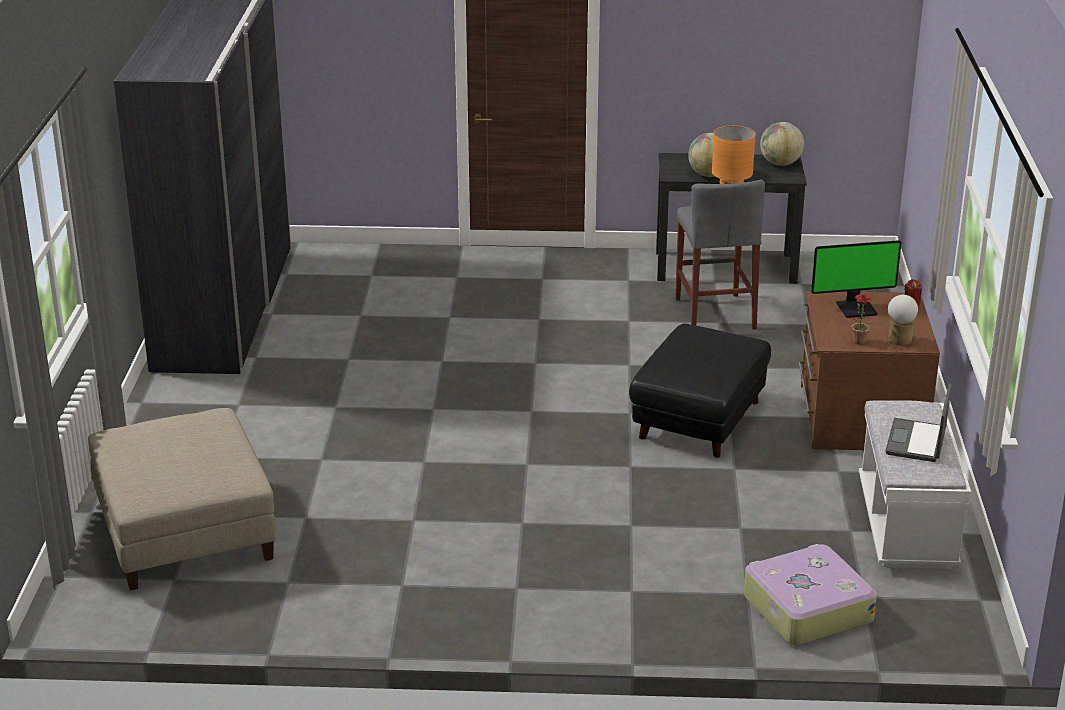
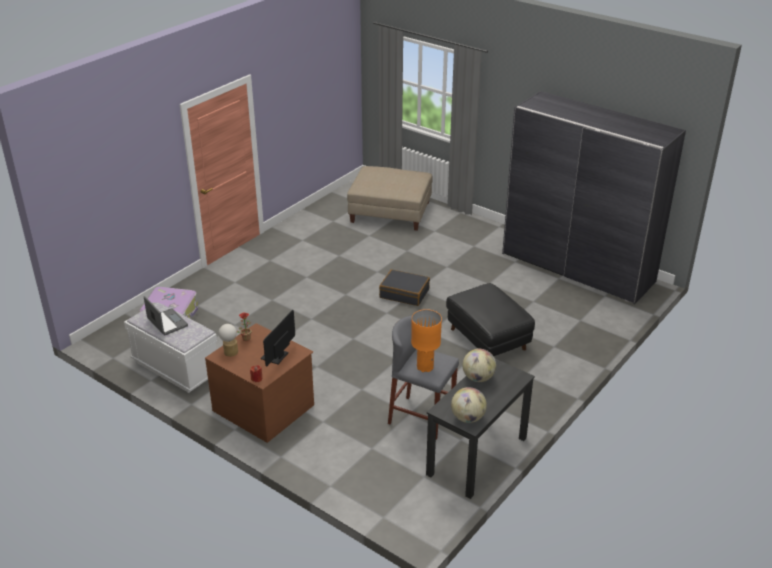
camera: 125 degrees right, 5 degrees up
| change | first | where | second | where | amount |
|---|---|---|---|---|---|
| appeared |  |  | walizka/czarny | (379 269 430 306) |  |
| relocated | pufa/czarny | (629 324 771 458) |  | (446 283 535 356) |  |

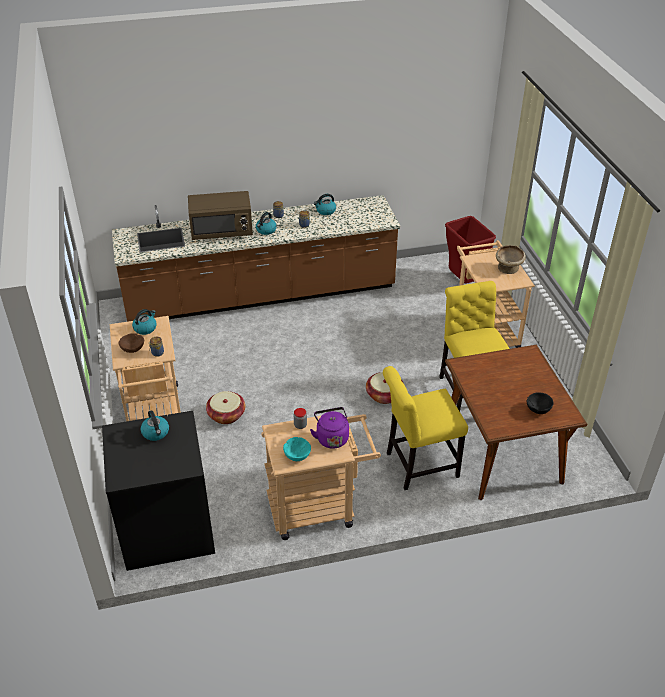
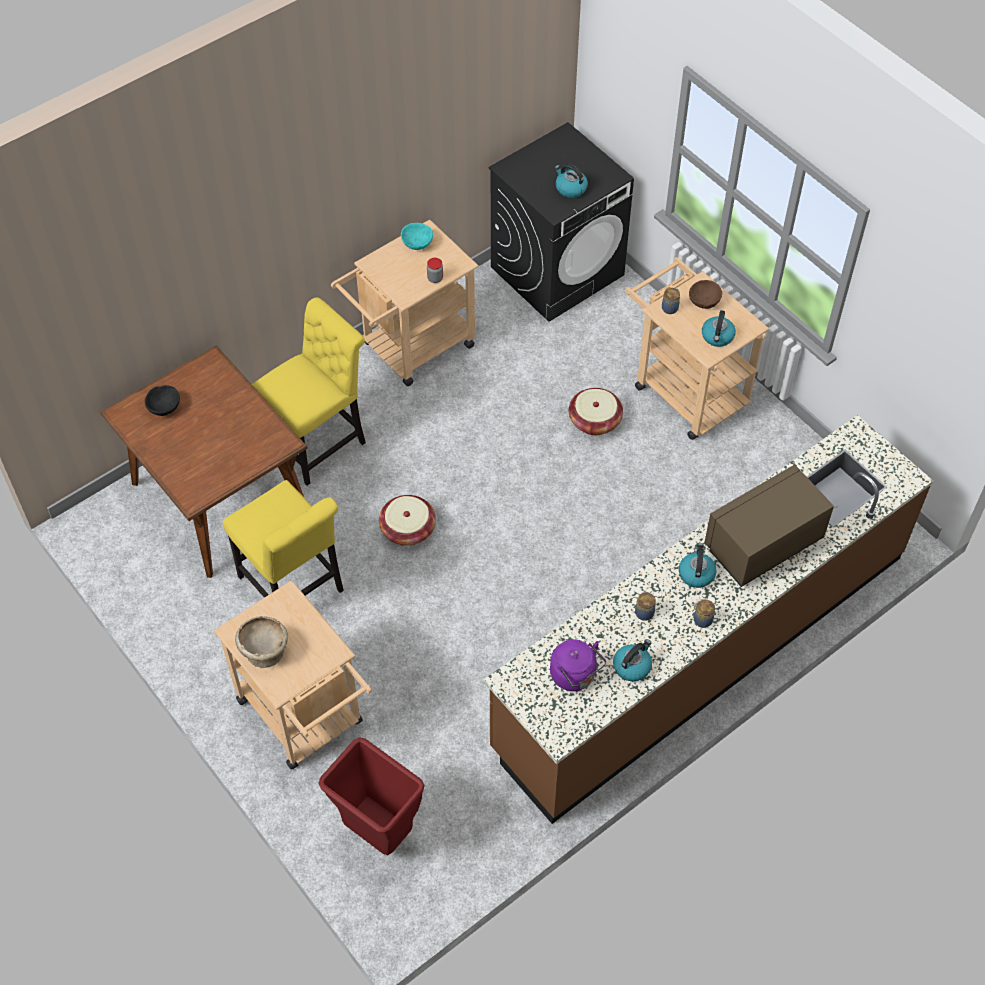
camera: 155 degrees right, 15 degrees up
| change | first | where | second | where | amount |
|---|---|---|---|---|---|
| relocated | czajnik/fioletowy | (310 407 349 449) |  | (550 639 606 691) |  |

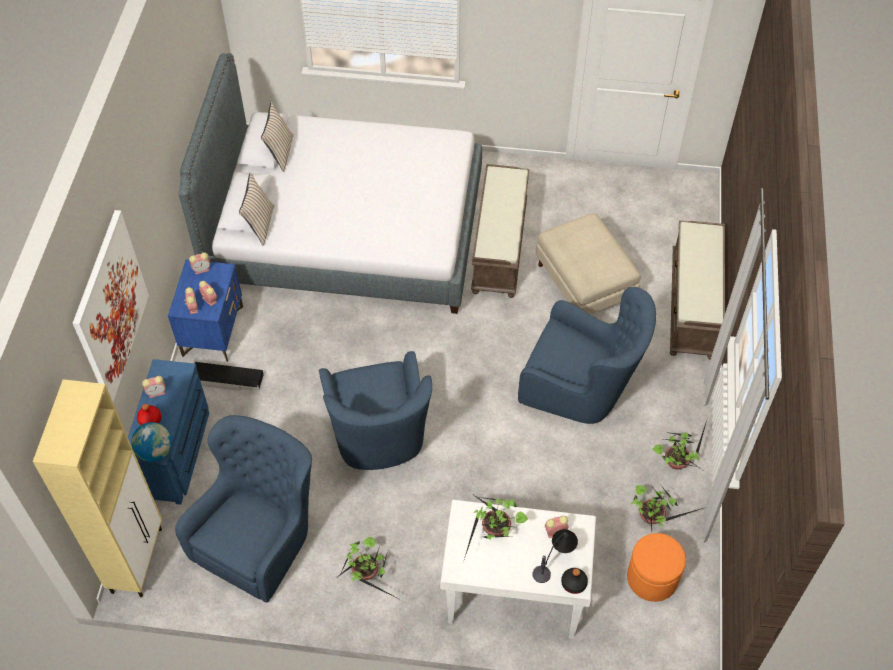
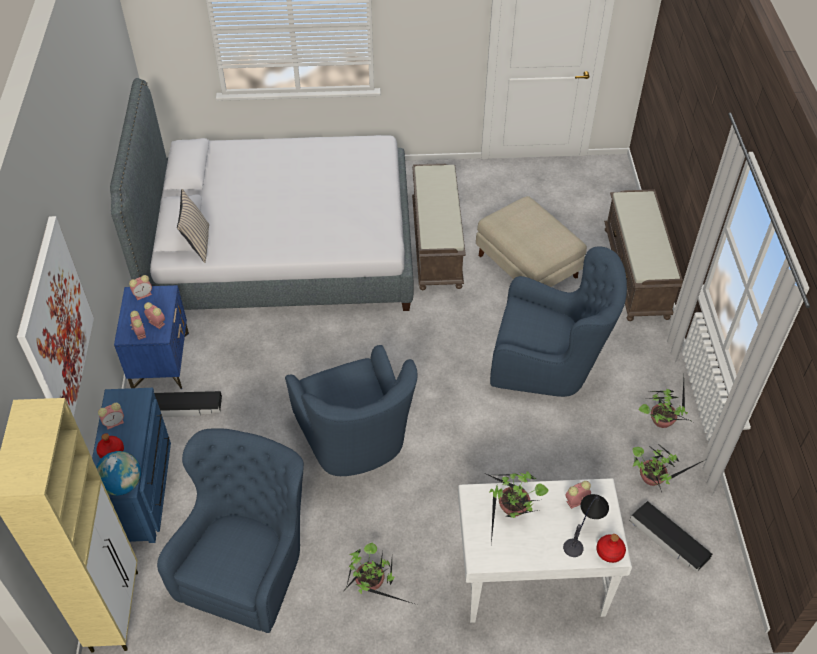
camera: 10 degrees left, 5 degrees down
| change | first | where | second | where | amount |
|---|---|---|---|---|---|
| missing | poduszka/beżowy | (261 102 294 172) |  |  |  |
| exchanged | pufa/pomarańczowy | (627 533 686 602) | pojemnik do przechowywania/czarny | (630 501 712 572) |  |
| colour | butelka/czarny | (561 568 588 594) | butelka/czerwony | (596 534 626 563) |  |

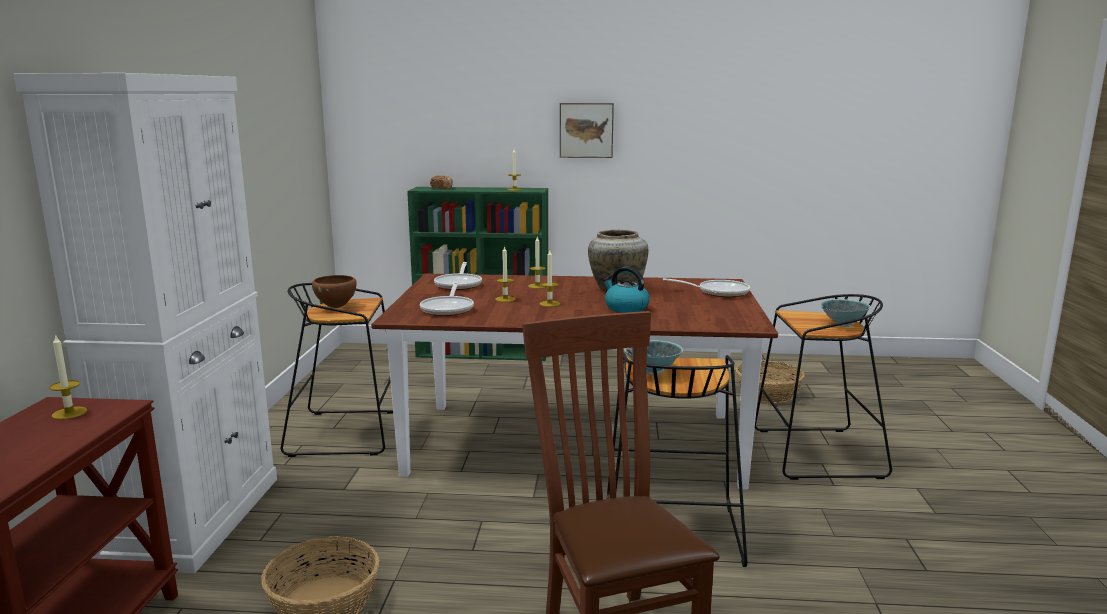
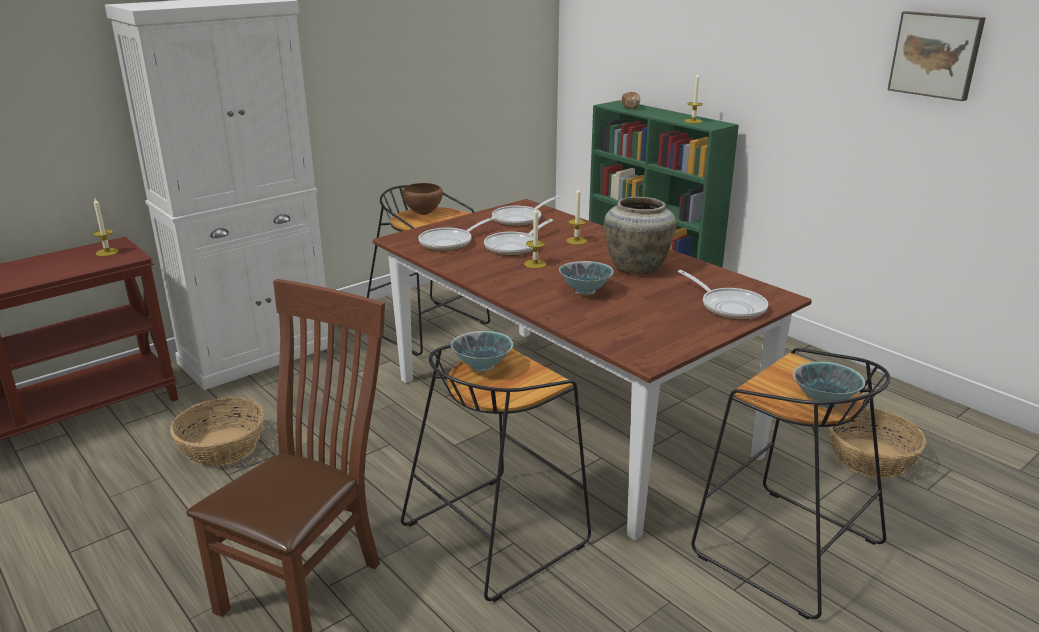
camera: 45 degrees right, 10 degrees up
| change | first | where | second | where | amount |
|---|---|---|---|---|---|
| relocated | obraz | (560 103 614 158) |  | (888 11 986 101) |  |
| exchanged | świeca | (495 246 515 302) | patelnia | (484 219 553 256) |  |
| exchanged | czajnik | (603 266 650 313) | miska | (559 261 613 295) |  |

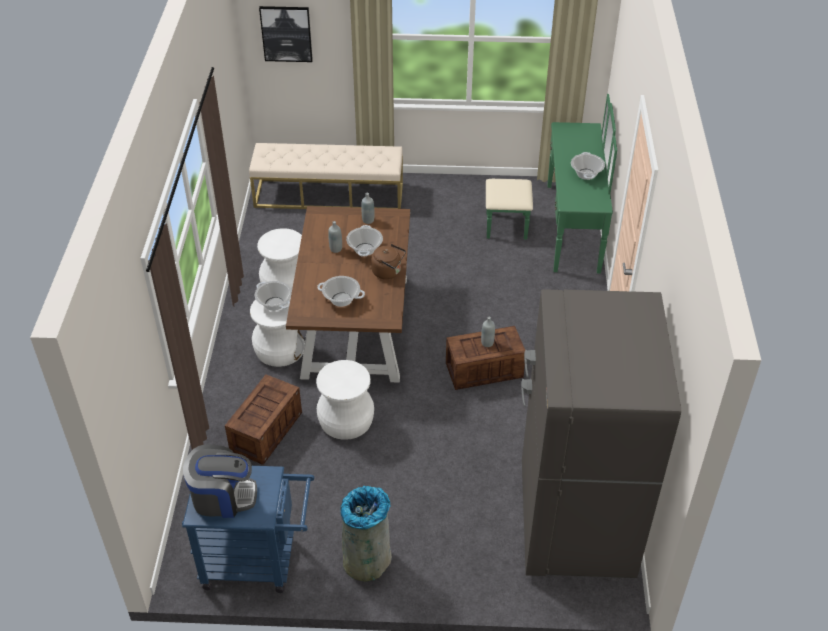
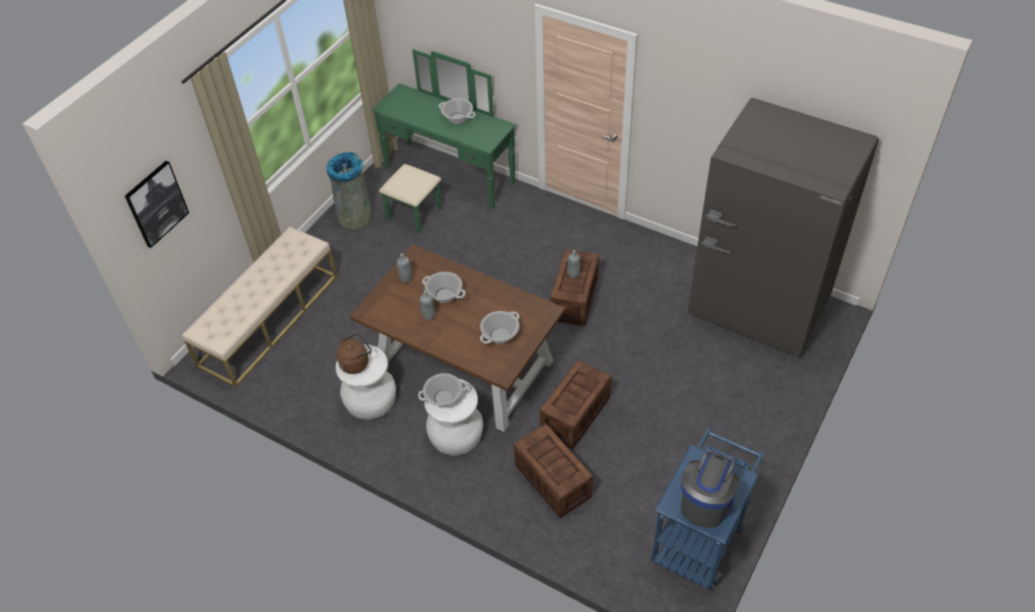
camera: 60 degrees left, 5 degrees up
| change | first | where | second | where | amount |
|---|---|---|---|---|---|
| relocated | kosz na śmieci/szary | (340 486 392 582) |  | (326 152 373 230) |  |
| relocated | czajnik/brązowy | (371 244 406 279) |  | (336 334 372 374) |  |
| exchanged | stołek/biały | (316 360 374 440) | skrzynka | (540 360 611 449) |  |

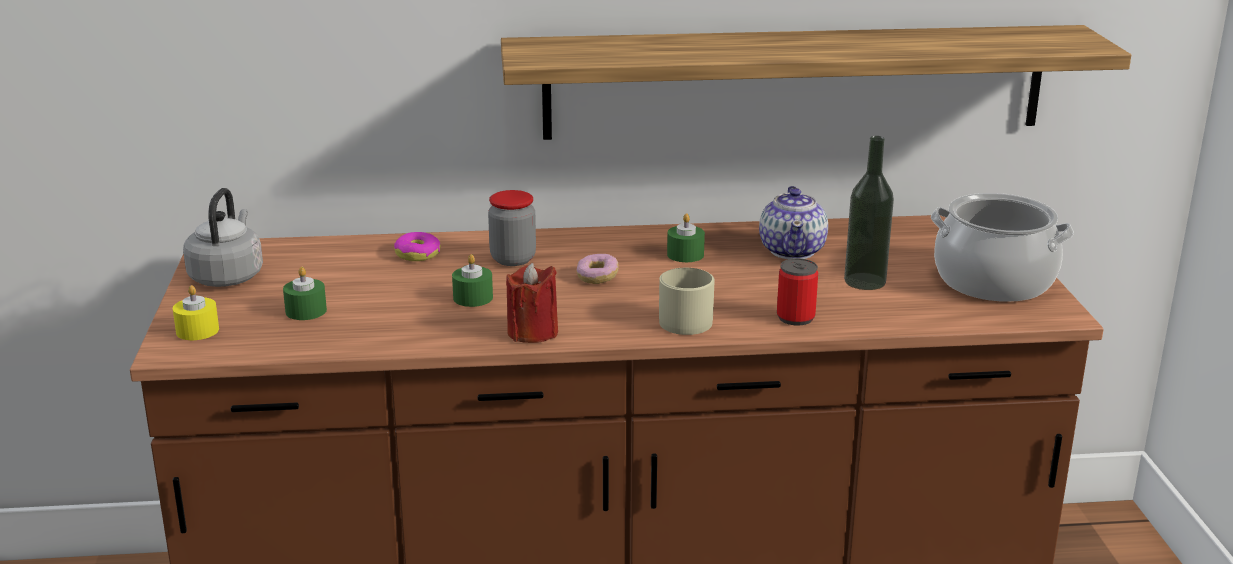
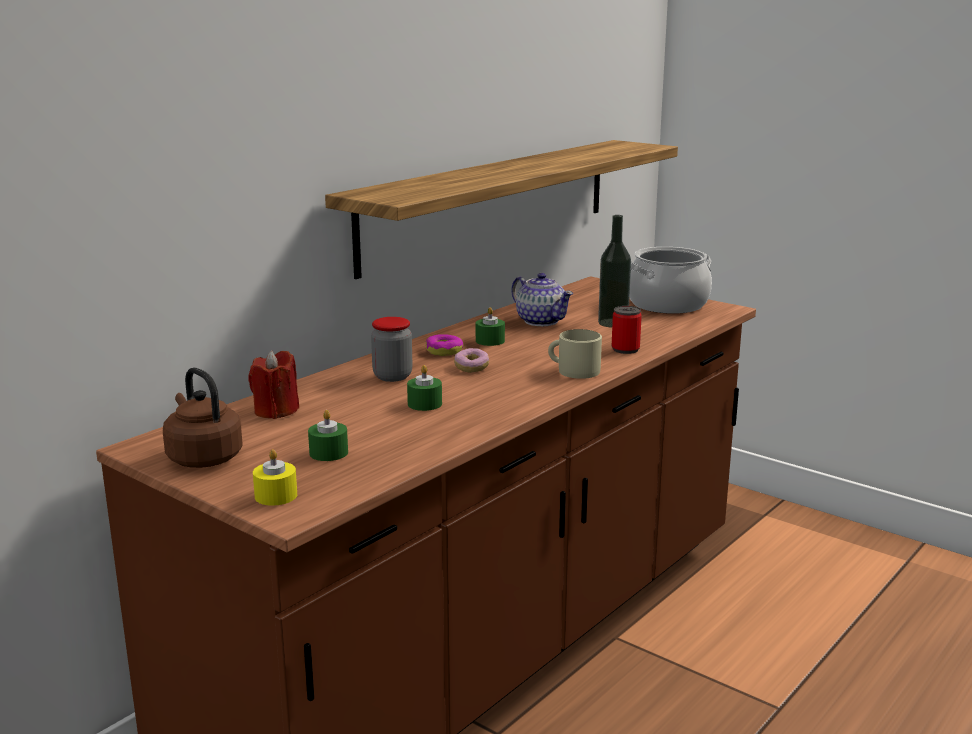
camera: 45 degrees left, 5 degrees down
| change | first | where | second | where | amount |
|---|---|---|---|---|---|
| relocated | donut | (394 232 441 261) |  | (426 334 463 356) |  |
| relocated | świeca/czerwony | (506 262 558 343) |  | (248 350 299 419) |  |
| colour | czajnik/szary | (183 188 263 287) | czajnik/brązowy | (163 367 243 468) |  |

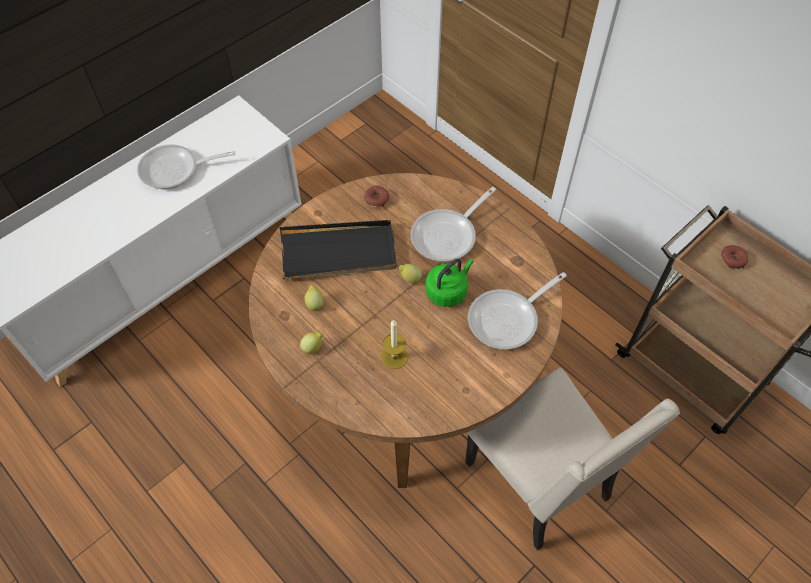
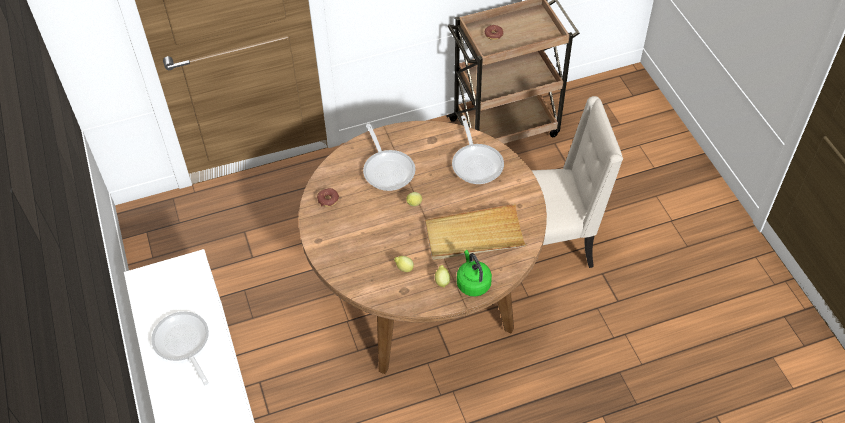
camera: 65 degrees left, 5 degrees down
| change | first | where | second | where | amount |
|---|---|---|---|---|---|
| missing | taca/czarny | (280 220 397 279) |  |  |  |
| relocated | czajnik/zielony | (426 258 474 307) |  | (457 250 492 297) |  |
| exchanged | świeca | (381 319 408 369) | taca/beżowy | (425 204 527 260) |  |
| spun | patelnia | (137 144 235 189) |  | (151 311 209 385) | 135 degrees clockwise |

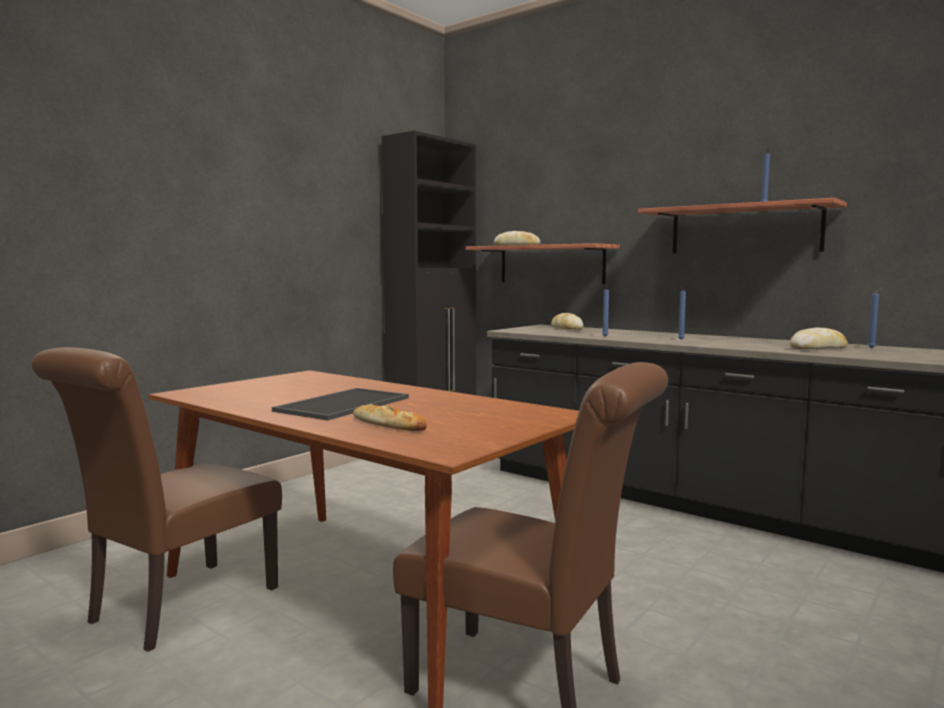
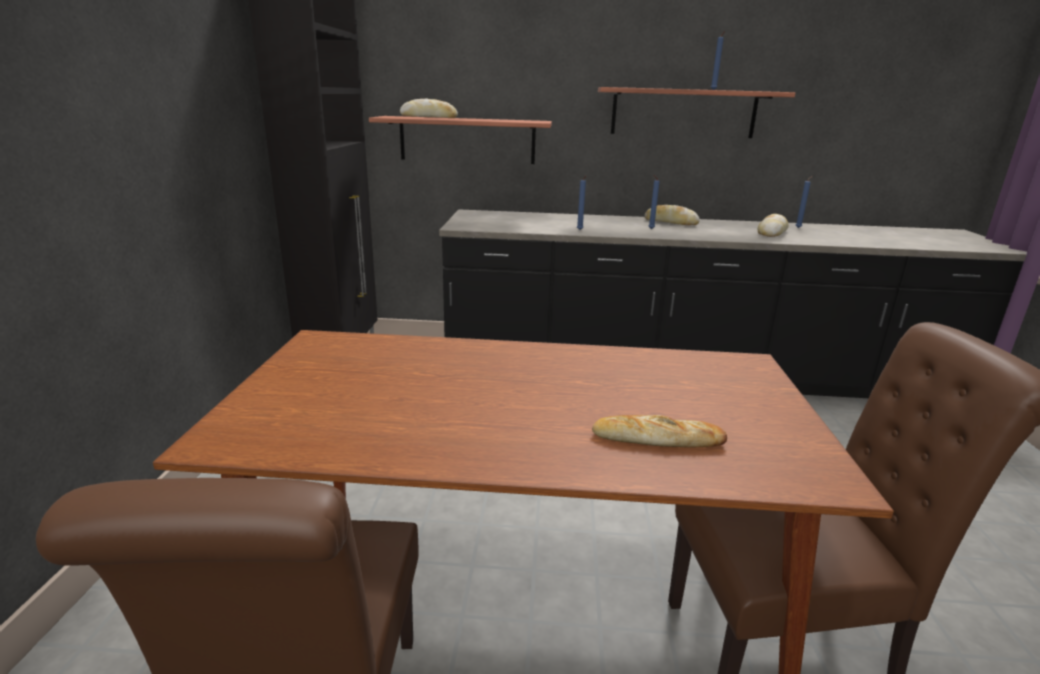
camera: 35 degrees left, 15 degrees up
| change | first | where | second | where | amount |
|---|---|---|---|---|---|
| missing | taca | (272 388 409 420) |  |  |  |
| relocated | chleb | (551 313 583 330) |  | (644 205 700 225) |  |

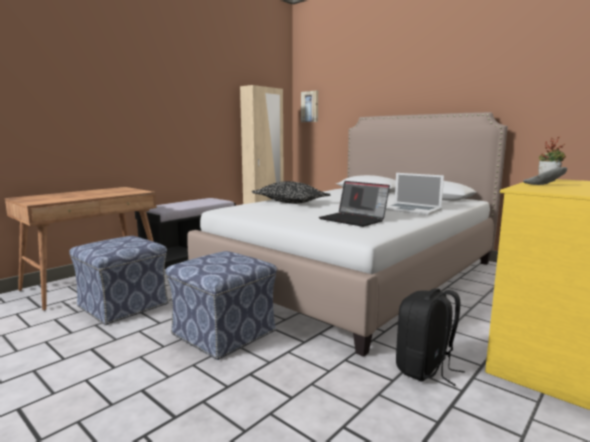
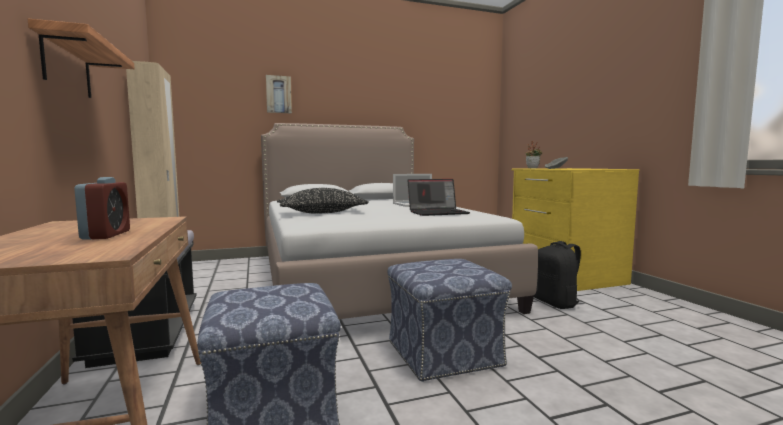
camera: 60 degrees left, 5 degrees down
| change | first | where | second | where | amount |
|---|---|---|---|---|---|
| appeared |  |  | półka | (27 19 135 98) |  |
| appeared |  |  | budzik | (74 177 130 240) |  |
| relocated | obraz | (301 91 318 122) |  | (266 75 292 113) |  |

